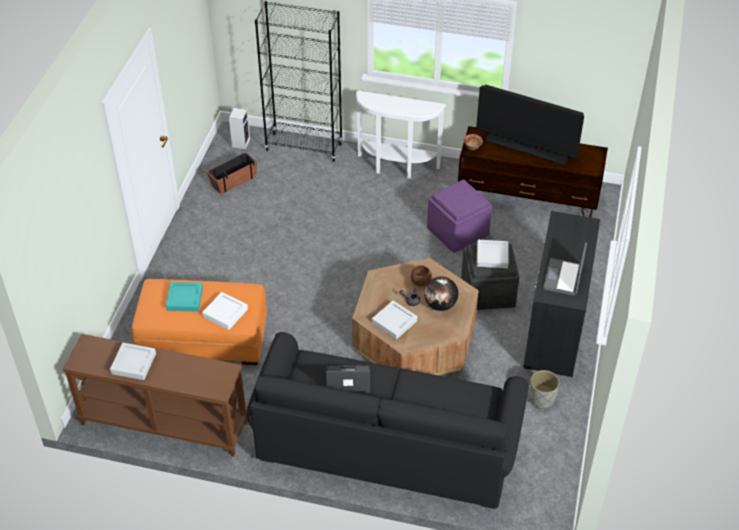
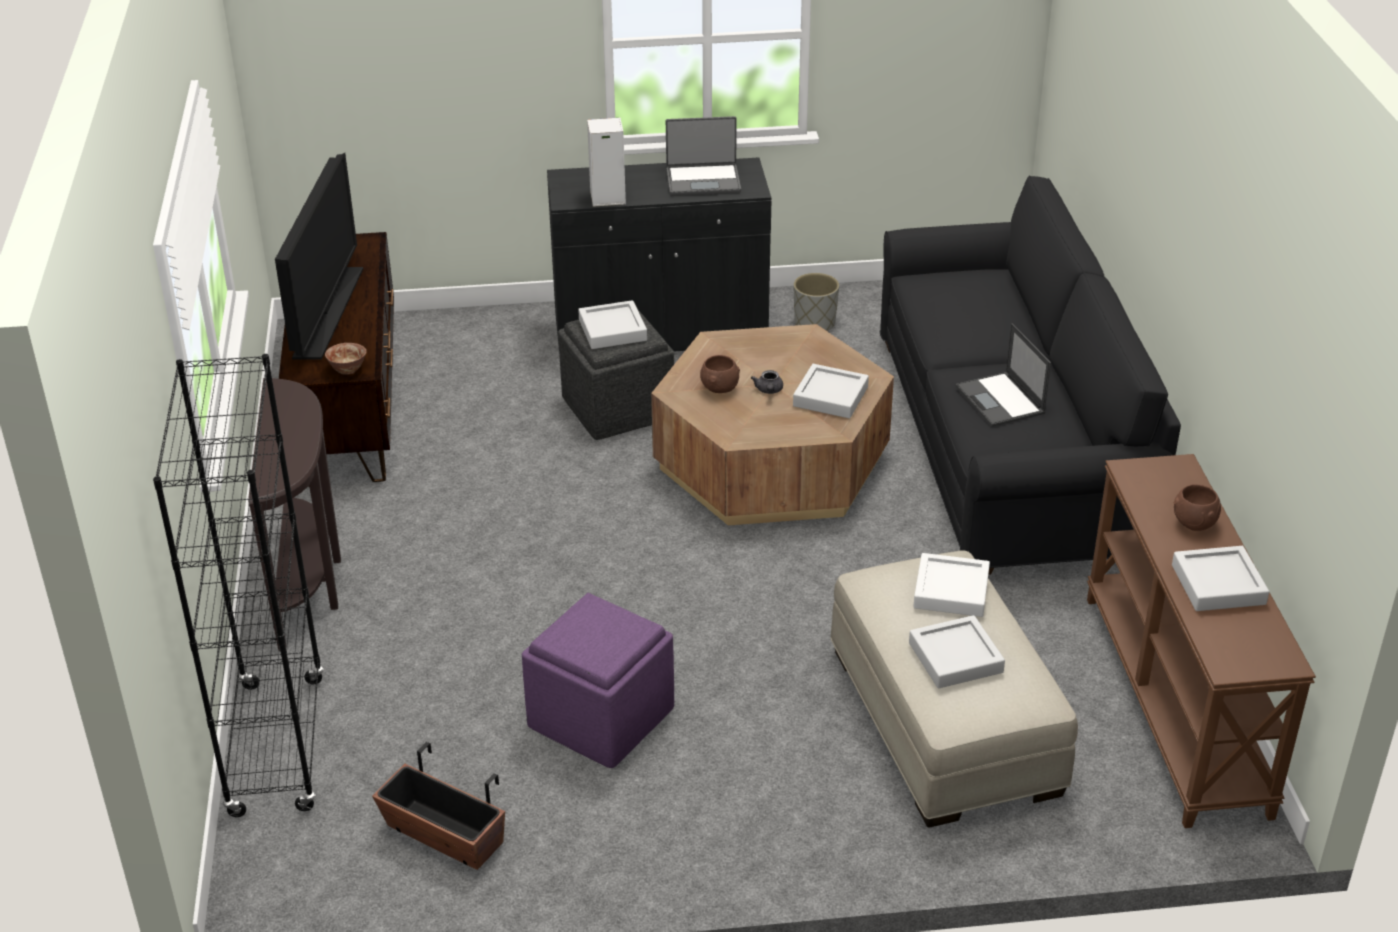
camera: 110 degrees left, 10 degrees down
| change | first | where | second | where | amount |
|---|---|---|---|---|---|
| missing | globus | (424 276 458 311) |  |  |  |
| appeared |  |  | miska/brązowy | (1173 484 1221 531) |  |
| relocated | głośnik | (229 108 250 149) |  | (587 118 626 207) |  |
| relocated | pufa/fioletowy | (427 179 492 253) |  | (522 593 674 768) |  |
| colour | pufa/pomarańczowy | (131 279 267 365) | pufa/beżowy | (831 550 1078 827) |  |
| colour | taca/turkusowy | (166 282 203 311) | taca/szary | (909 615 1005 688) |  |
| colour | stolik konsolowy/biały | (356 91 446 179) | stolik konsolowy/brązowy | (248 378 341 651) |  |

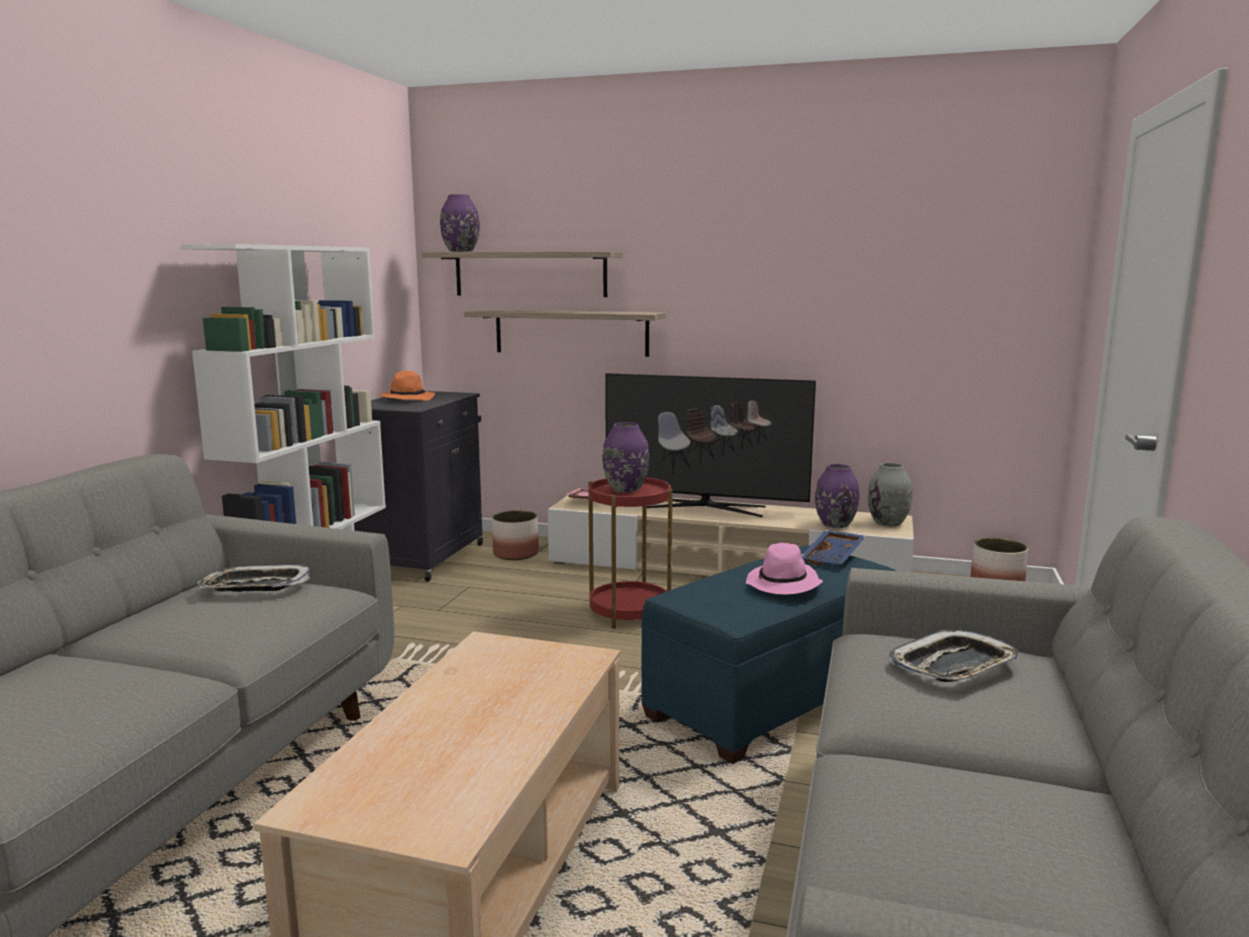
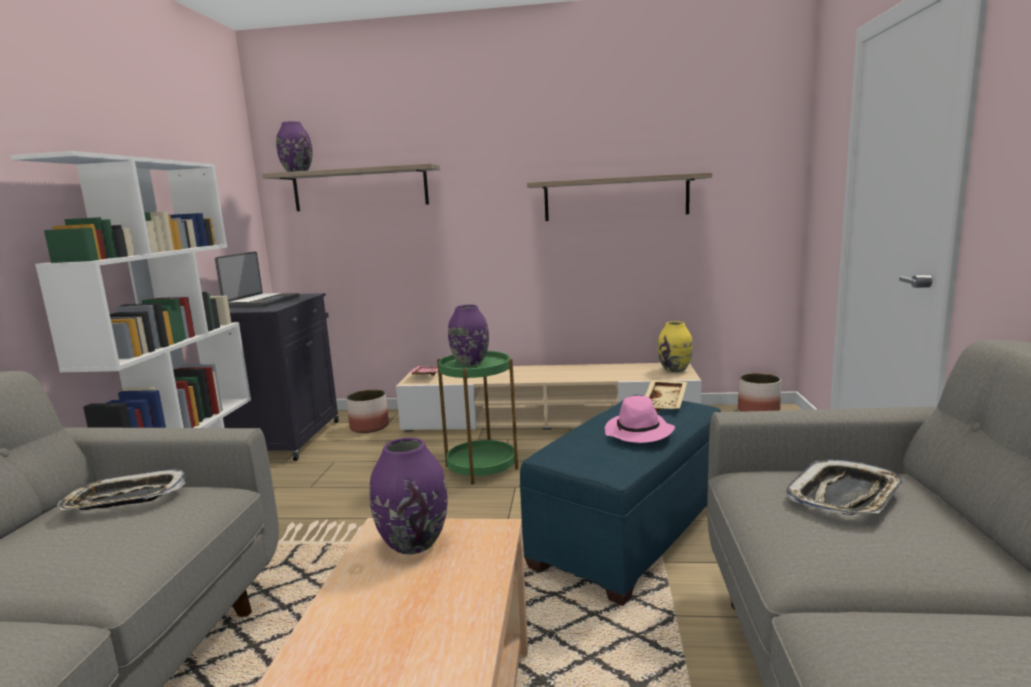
camera: 10 degrees left, 0 degrees up
| change | first | where | second | where | amount |
|---|---|---|---|---|---|
| missing | telewizor | (605 373 816 517) |  |  |  |
| relocated | półka | (464 309 666 357) |  | (527 172 712 221) |  |
| relocated | wazon/fioletowy | (815 464 859 528) |  | (370 437 448 555) |  |
| exchanged | kapelusz/pomarańczowy | (379 371 435 401) | laptop | (215 252 300 307) |  |
| colour | stolik/czerwony | (588 476 673 629) | stolik/zielony | (437 351 518 485) |  |
| colour | taca/niebieski | (801 530 866 565) | taca/beżowy | (645 380 687 411) |  |
| colour | wazon/szary | (868 463 913 527) | wazon/żółty | (658 321 693 372) |  |

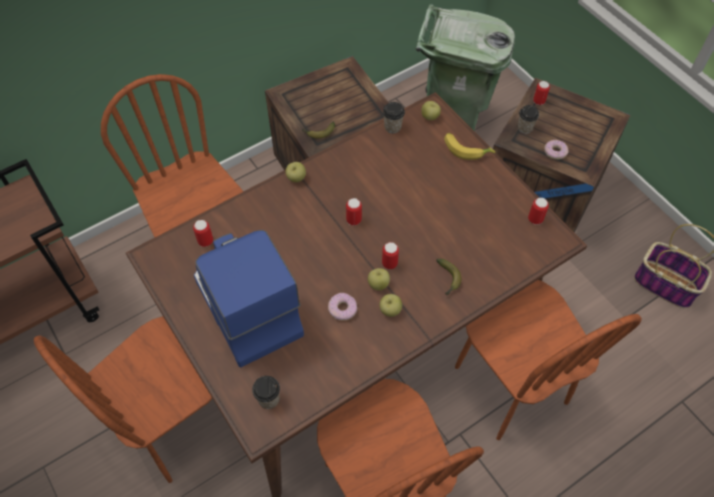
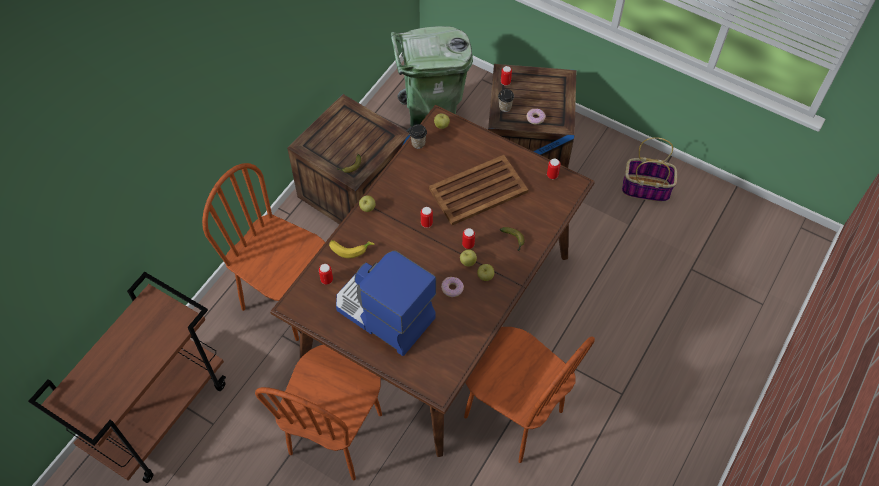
camera: 25 degrees left, 0 degrees up
| change | first | where | second | where | amount |
|---|---|---|---|---|---|
| missing | filiżanka | (252 376 280 409) |  |  |  |
| missing | krzesło/brązowy | (455 280 642 440) |  |  |  |
| appeared |  |  | taca/brązowy | (429 155 528 225) |  |
| relocated | banan | (444 133 495 160) |  | (329 240 374 258) |  |

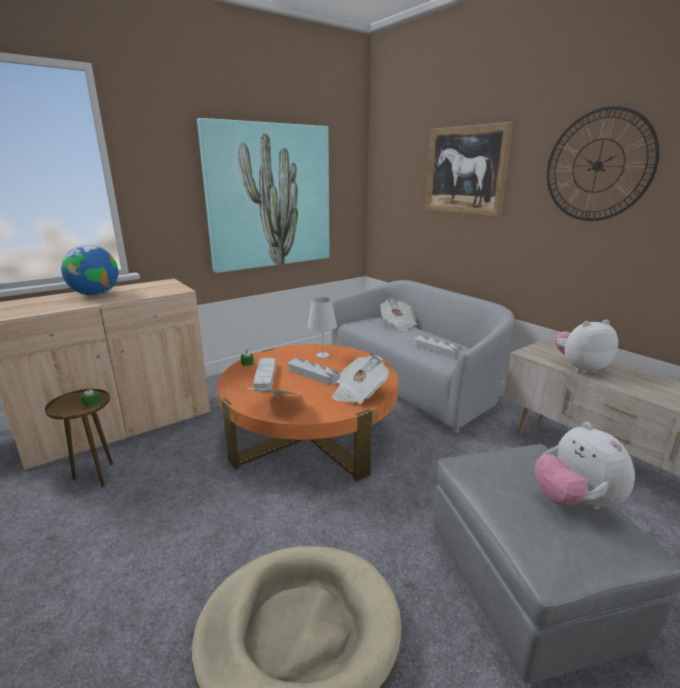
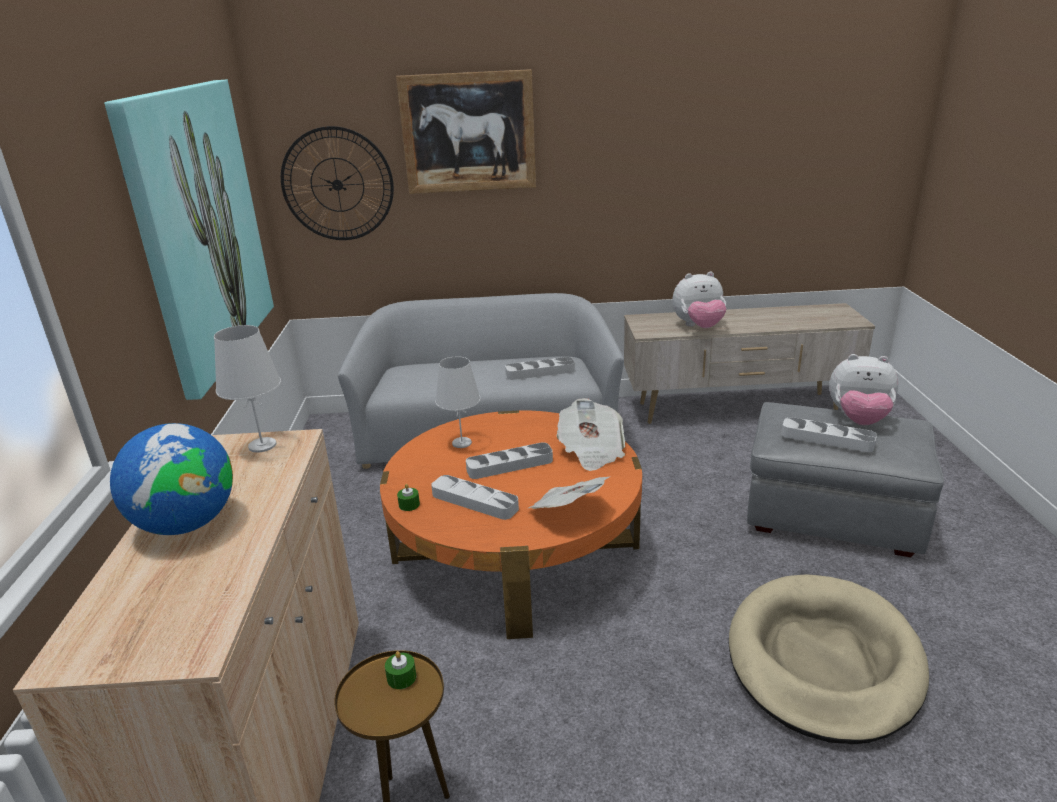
camera: 55 degrees left, 5 degrees up
| change | first | where | second | where | amount |
|---|---|---|---|---|---|
| missing | gazeta | (380 298 417 331) |  |  |  |
| appeared |  |  | lampa stołowa/biały | (214 325 281 452) |  |
| appeared |  |  | taca/szary | (781 417 877 452) |  |
| relocated | zegar ścienny | (547 106 660 221) |  | (281 126 394 240) |  |
| spun | pluszak | (555 320 618 373) |  | (672 272 727 328) | 120 degrees counterclockwise |

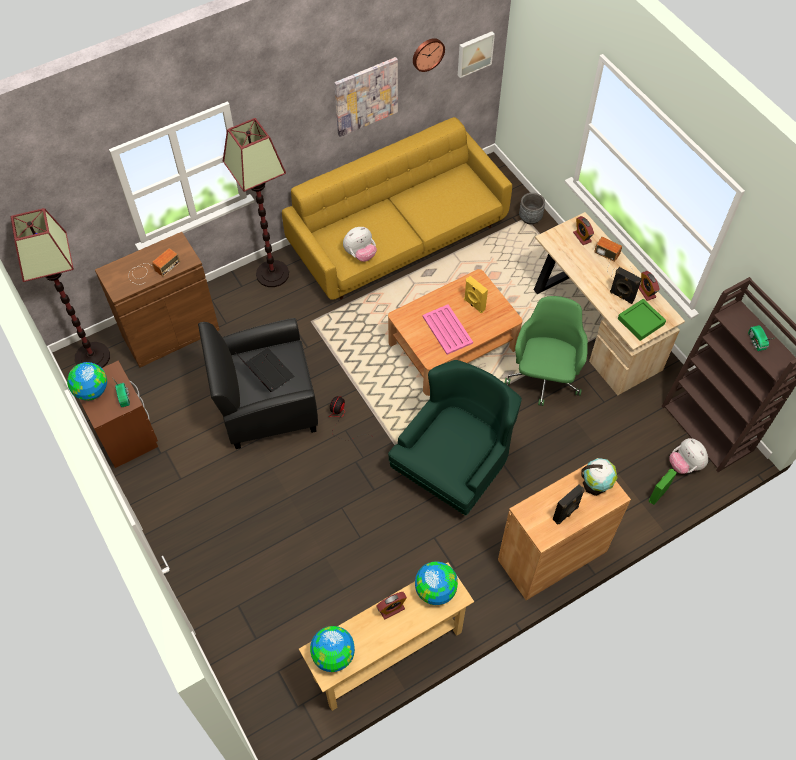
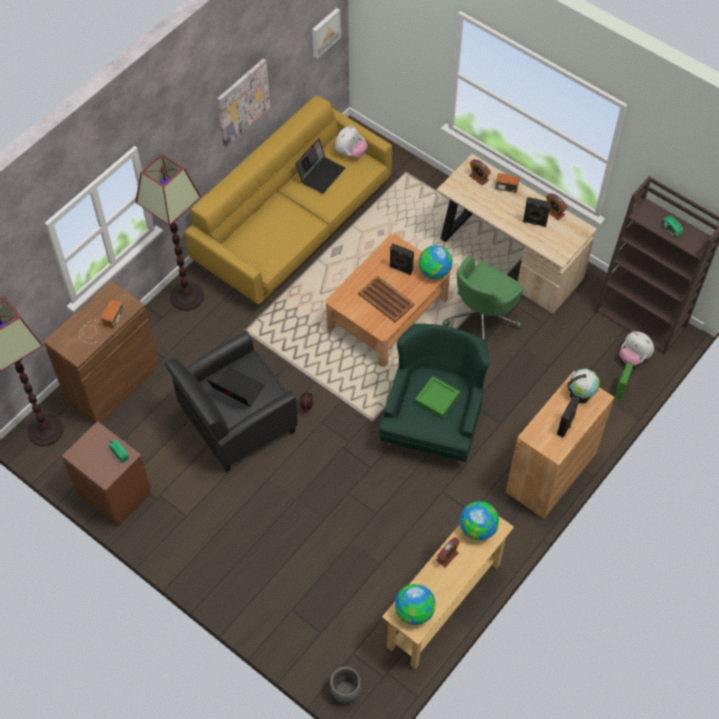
camera: 20 degrees left, 0 degrees up
| change | first | where | second | where | amount |
|---|---|---|---|---|---|
| missing | zegar ścienny | (413 38 445 72) |  |  |  |
| appeared |  |  | laptop | (296 138 345 194) |  |
| relocated | globus | (67 362 107 401) |  | (419 245 453 279) |  |
| relocated | pluszak | (343 227 377 262) |  | (335 126 368 158) |  |
| relocated | donica/szary | (519 193 545 225) |  | (330 667 361 703) |  |
| relocated | taca/zielony | (618 299 666 341) |  | (415 376 460 418) |  |
| colour | taca/różowy | (422 304 473 355) | taca/brązowy | (358 276 415 323) |  |
| colour | głośnik/żółty | (464 276 488 313) | głośnik/czarny | (389 244 414 275) |  |
| spun | krzesło biurowe/zielony | (505 296 588 406) |  | (442 256 524 340) | 135 degrees counterclockwise |

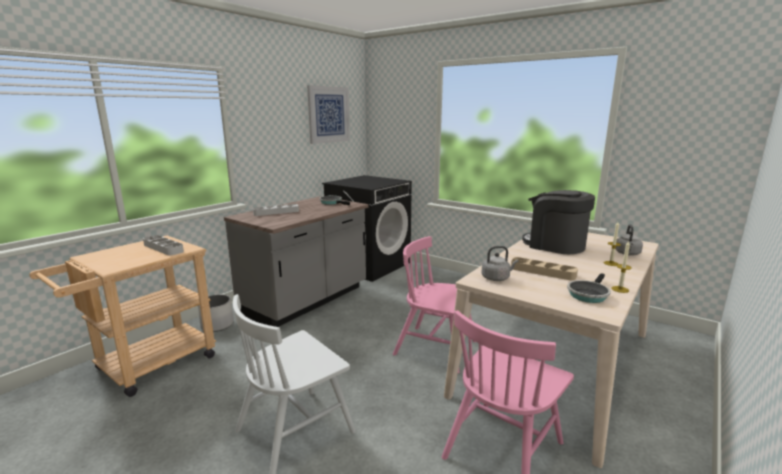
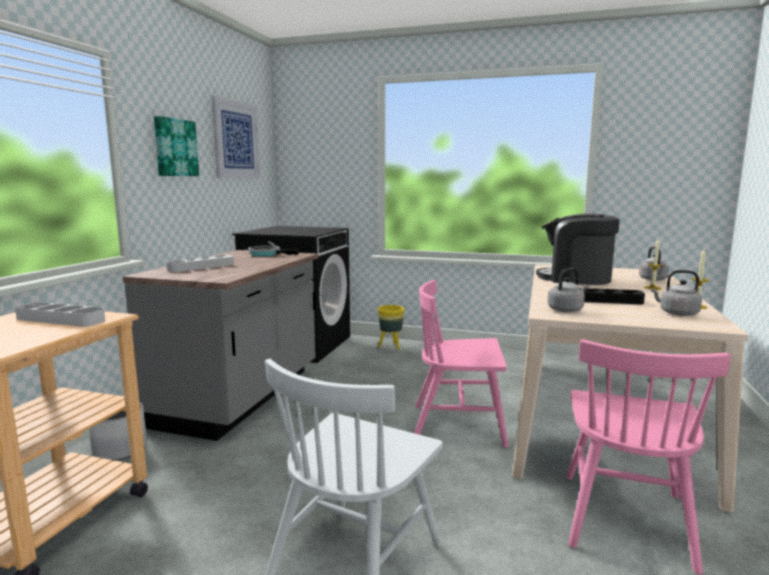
camera: 20 degrees left, 5 degrees down
| change | first | where | second | where | amount |
|---|---|---|---|---|---|
| appeared |  |  | obraz | (154 116 199 176) |  |
| appeared |  |  | donica/żółty | (378 305 404 350) |  |
| exchanged | patelnia | (567 273 611 303) | czajnik/szary | (650 270 702 316) |  |
| colour | taca/beżowy | (511 257 578 281) | taca/czarny | (579 288 645 304) |  |

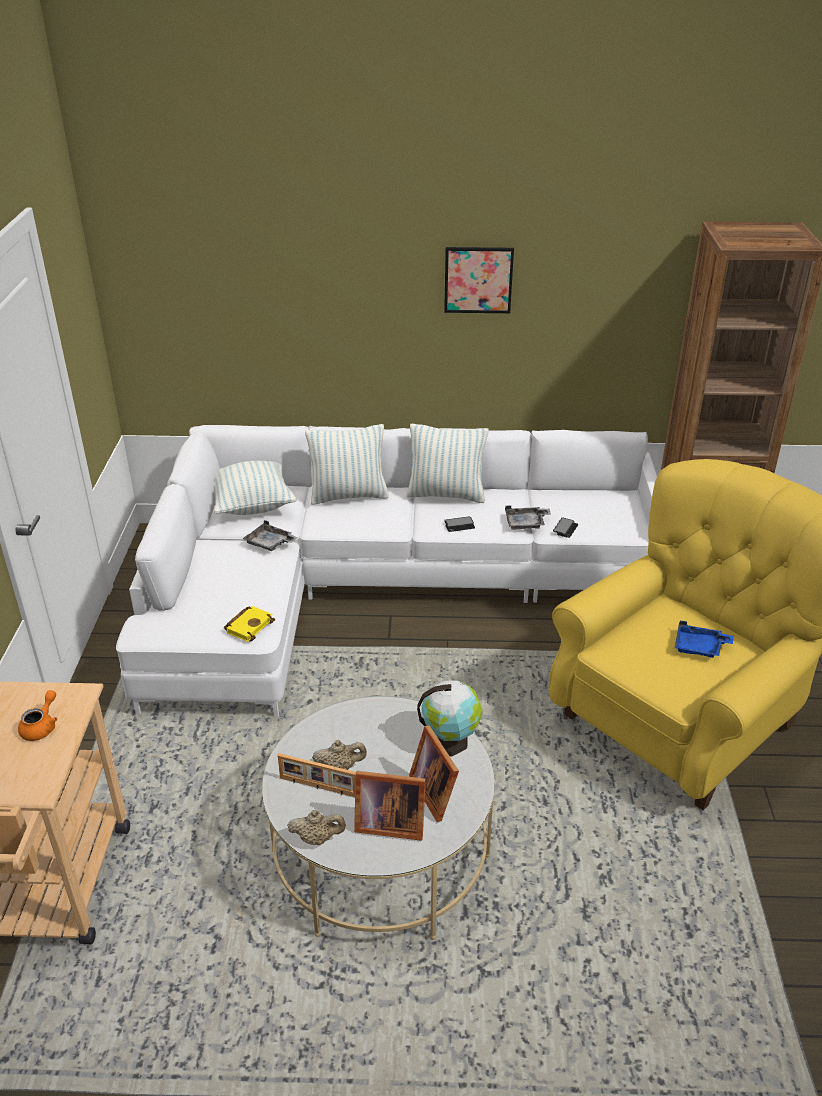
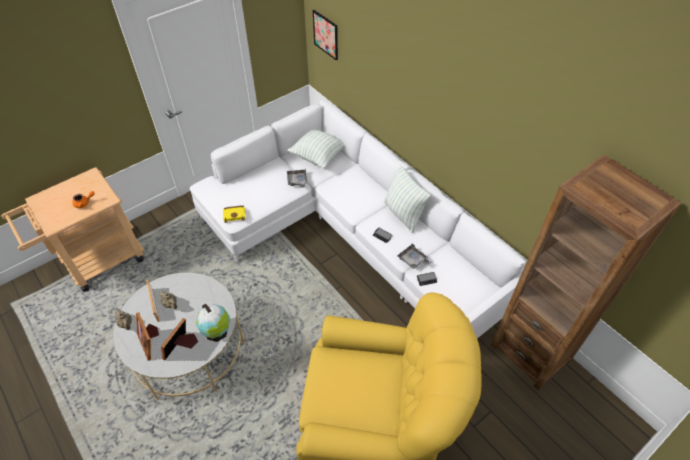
camera: 50 degrees right, 15 degrees up
| change | first | where | second | where | amount |
|---|---|---|---|---|---|
| missing | poduszka | (305 424 389 505) |  |  |  |
| missing | taca/niebieski | (675 621 734 658) |  |  |  |
| relocated | obraz | (444 247 514 313) |  | (313 10 338 61) |  |

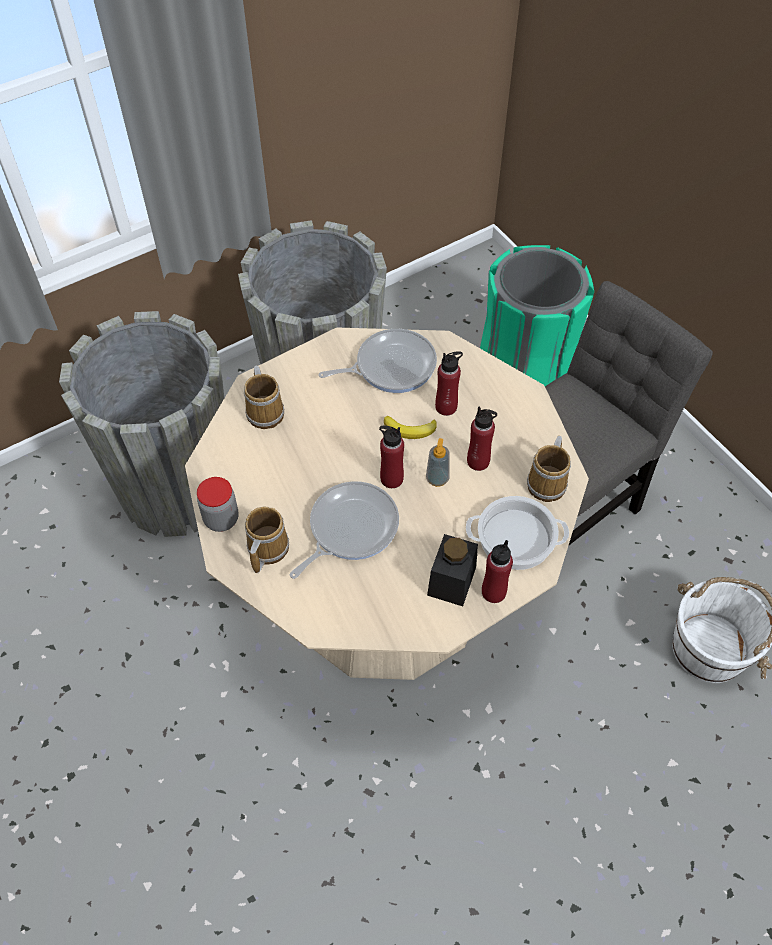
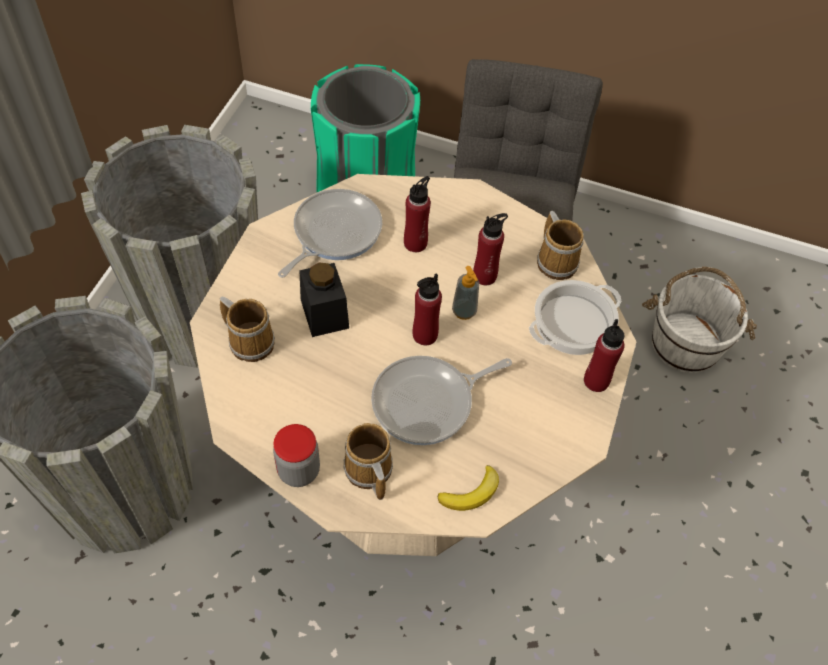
camera: 40 degrees left, 0 degrees up
| change | first | where | second | where | amount |
|---|---|---|---|---|---|
| relocated | banan | (384 416 437 439) |  | (438 465 499 511) |  |
| relocated | słoik/czarny | (427 534 478 606) |  | (299 263 349 337) |  |
| spun | patelnia | (290 481 399 579) |  | (371 356 512 445) | 120 degrees counterclockwise |

